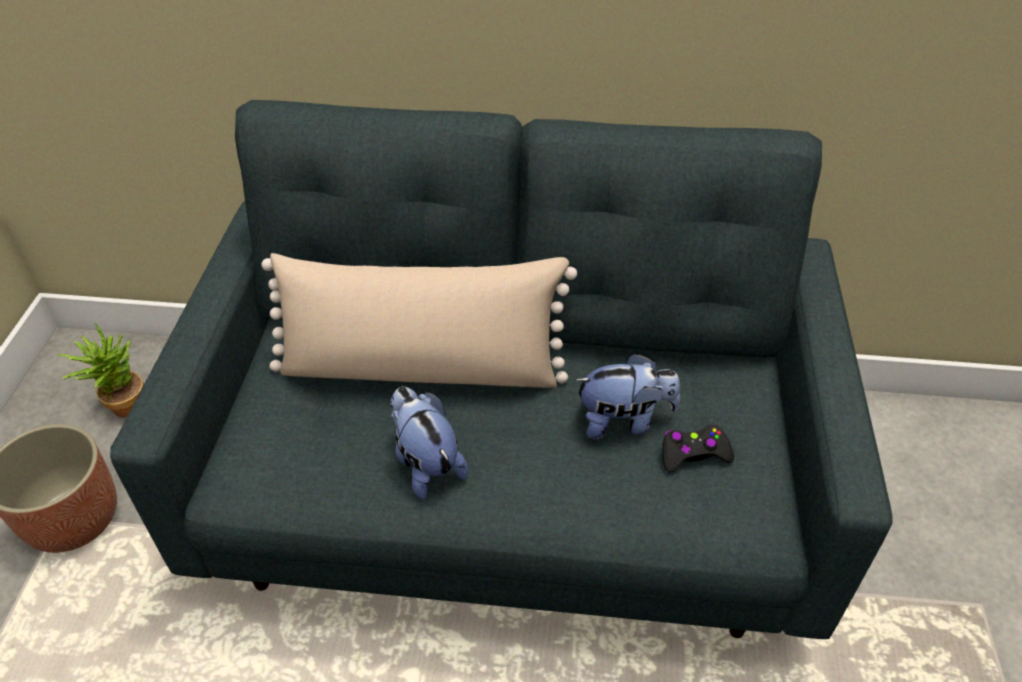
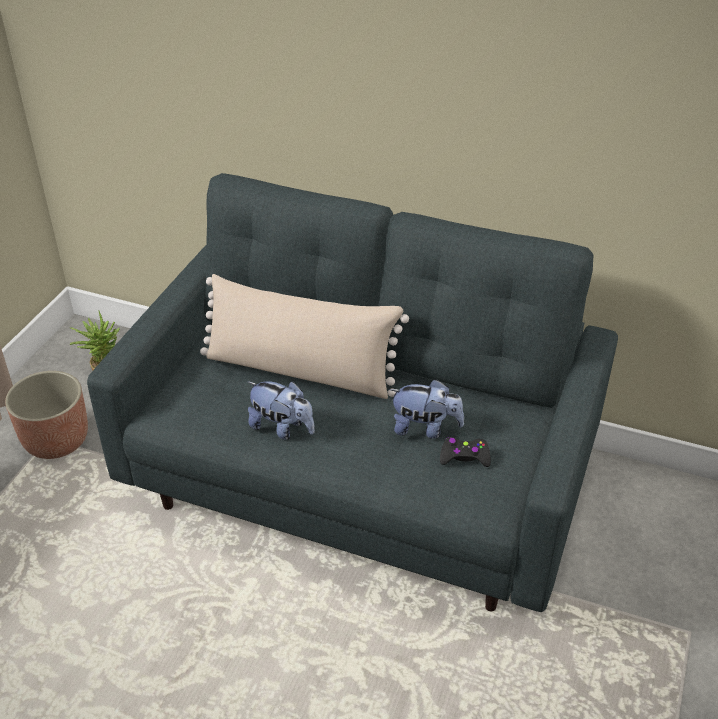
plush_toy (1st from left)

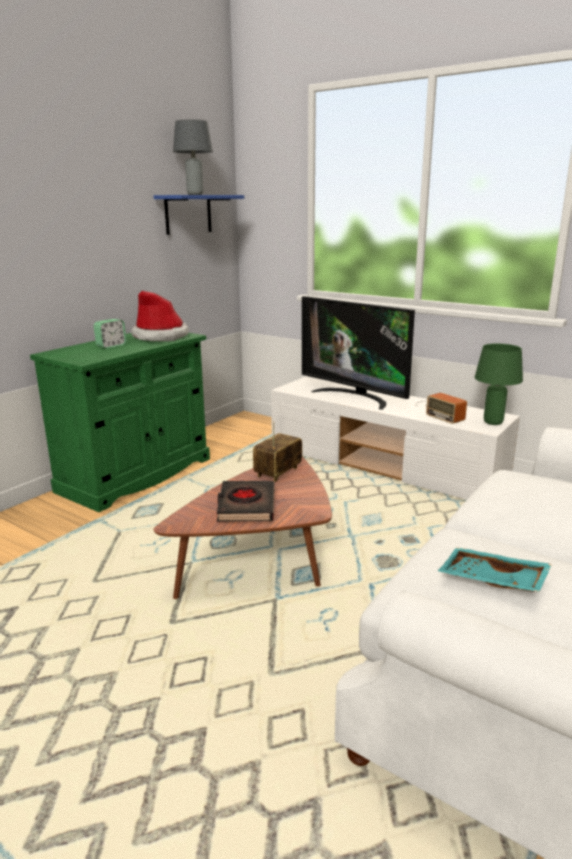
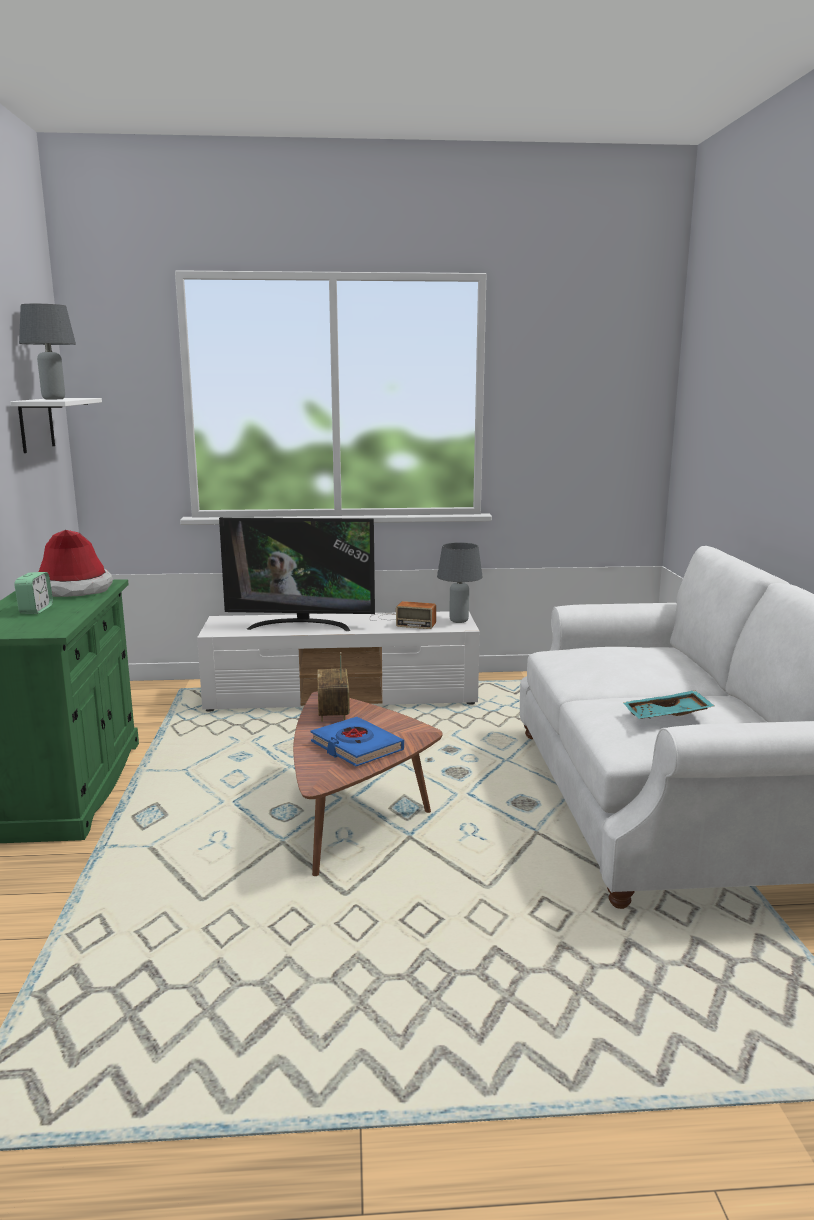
white_shelf; grey_table_lamp (2nd from left); blue_book

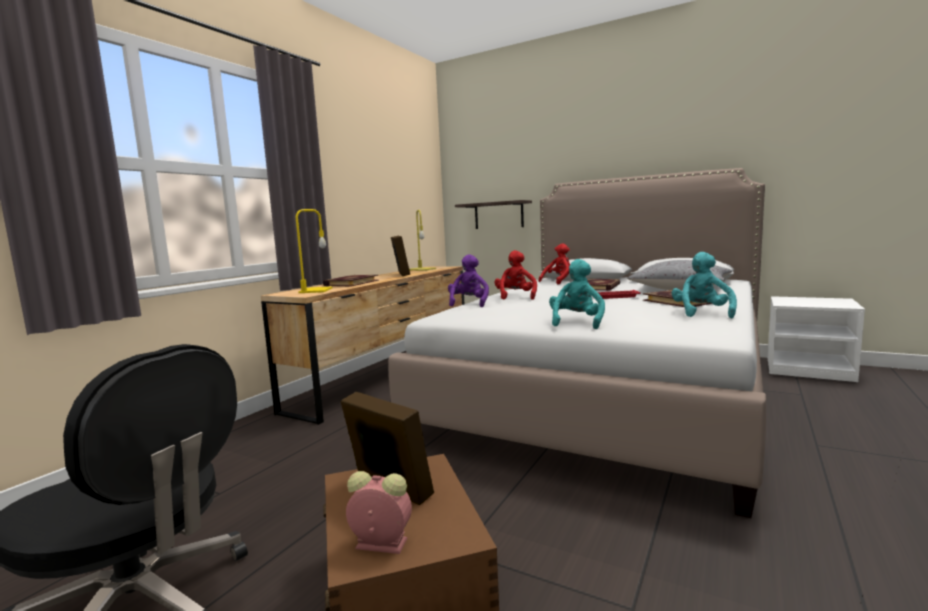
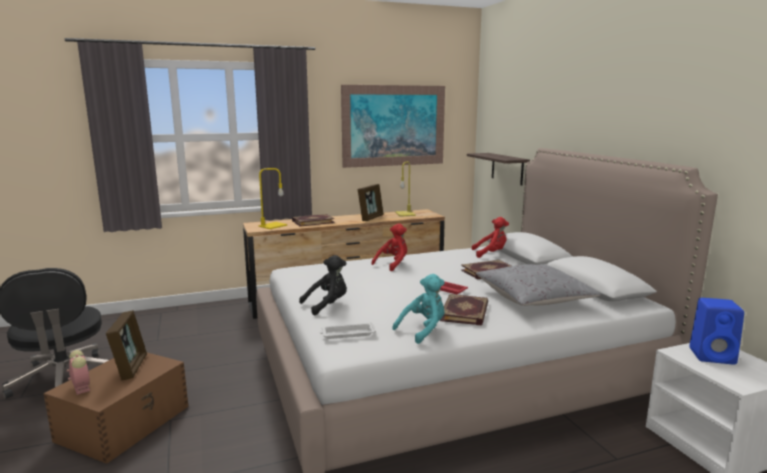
purple_plush_toy; black_plush_toy; picture; blue_speaker; white_tray

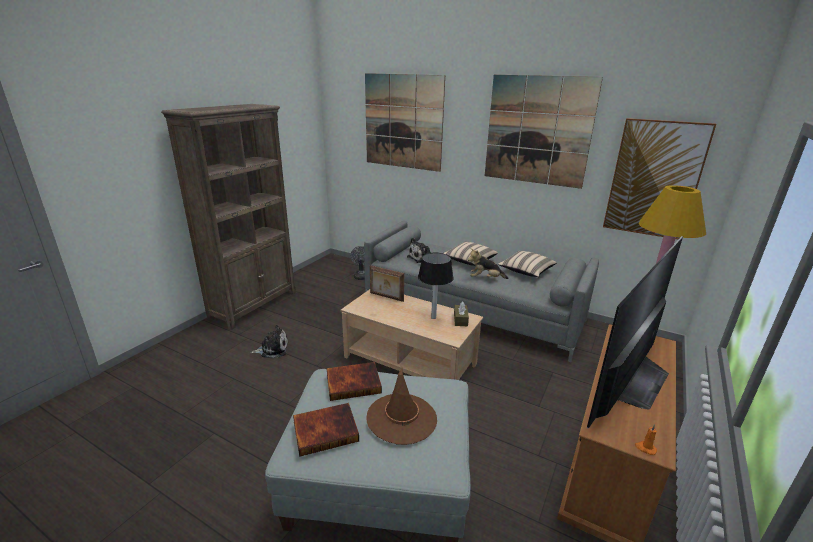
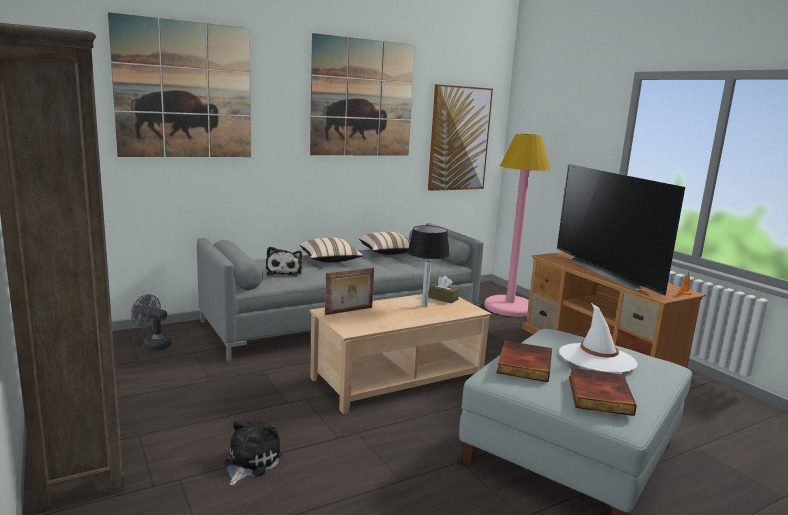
plush_toy (3rd from left in the first image); white_hat

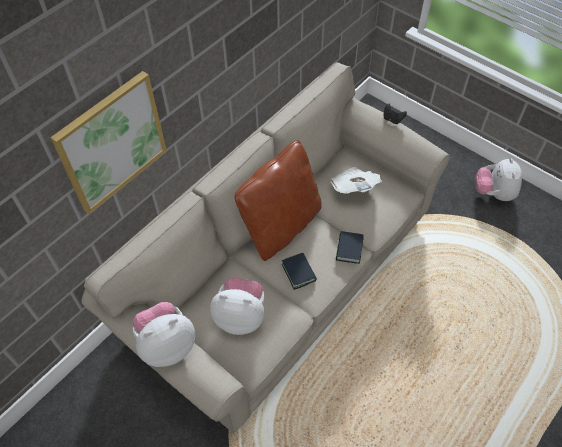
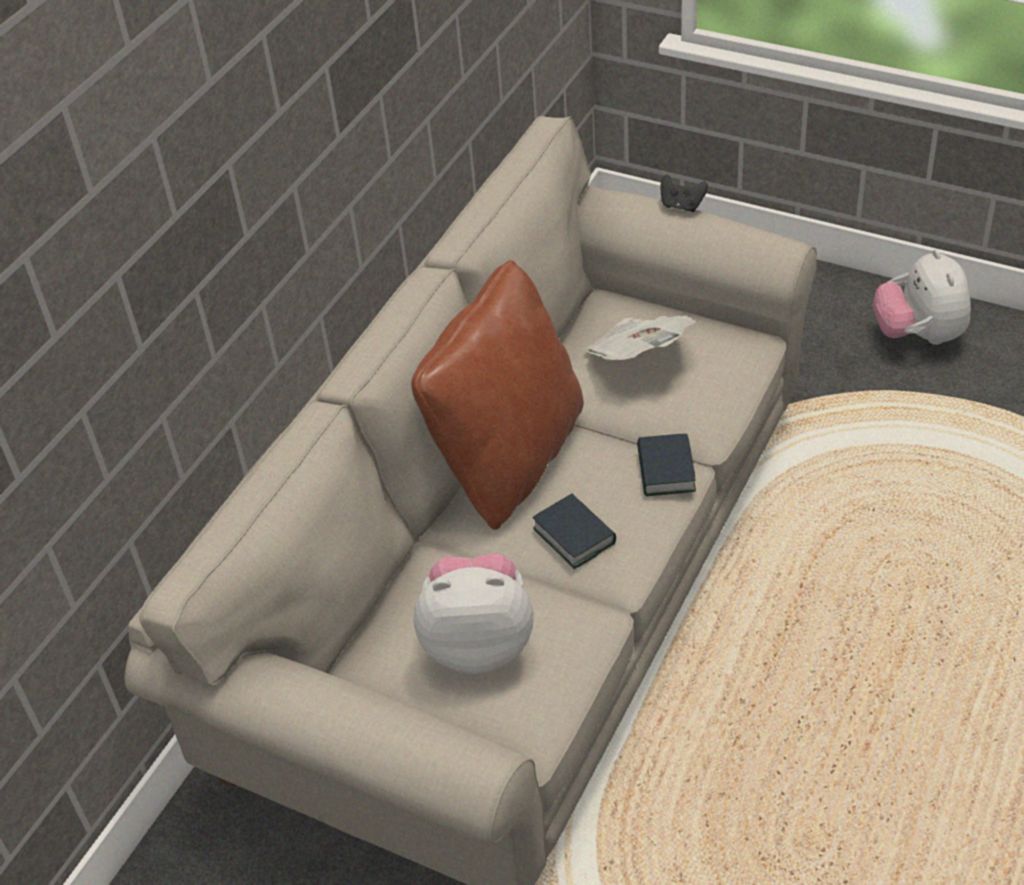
picture; plush_toy (1st from left in the first image)

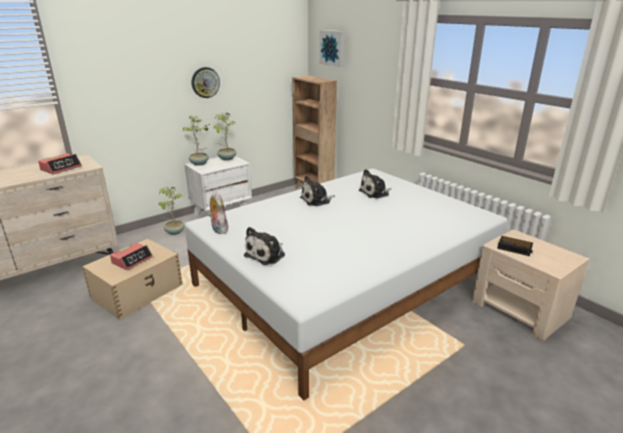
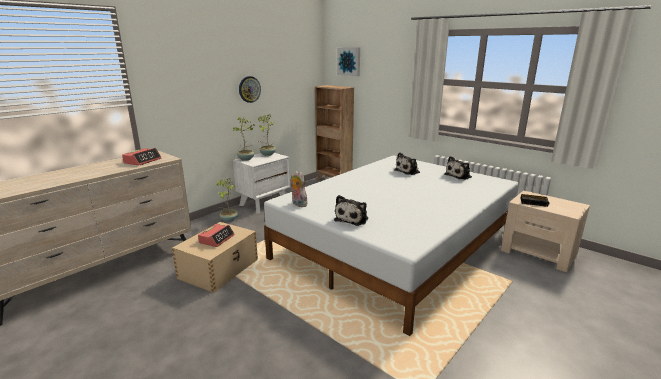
plush_toy (4th from left)

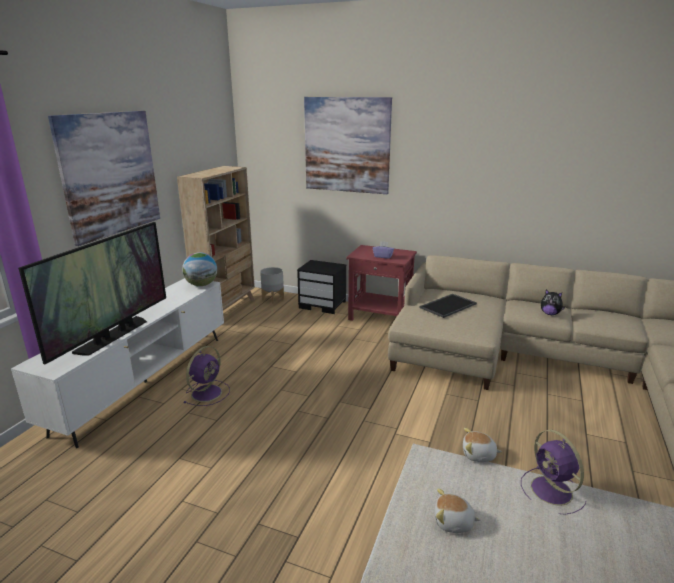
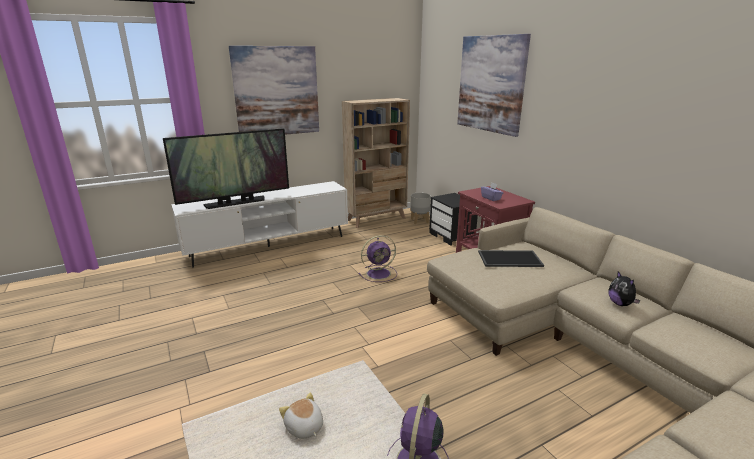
globe; purple_fan (1st from left); plush_toy (2nd from left in the first image)

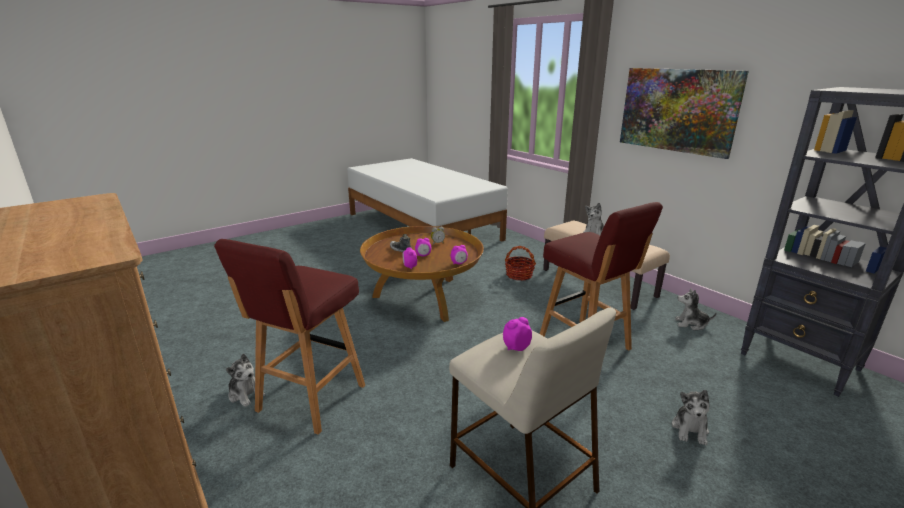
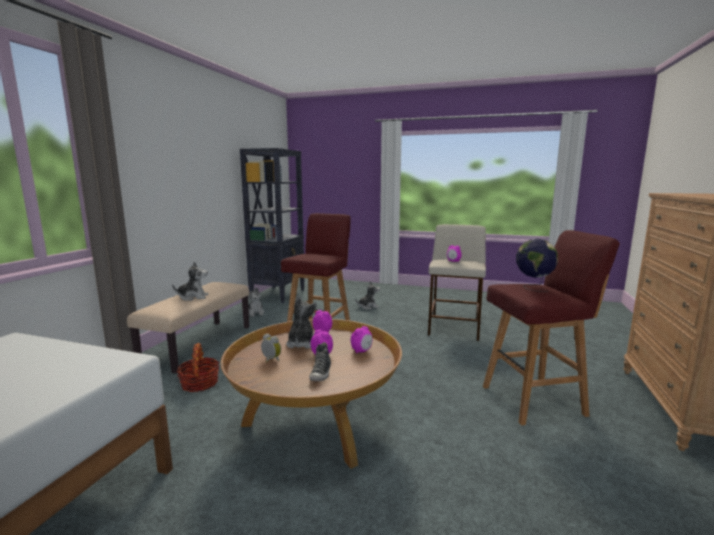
picture; plush_toy (3rd from left); globe

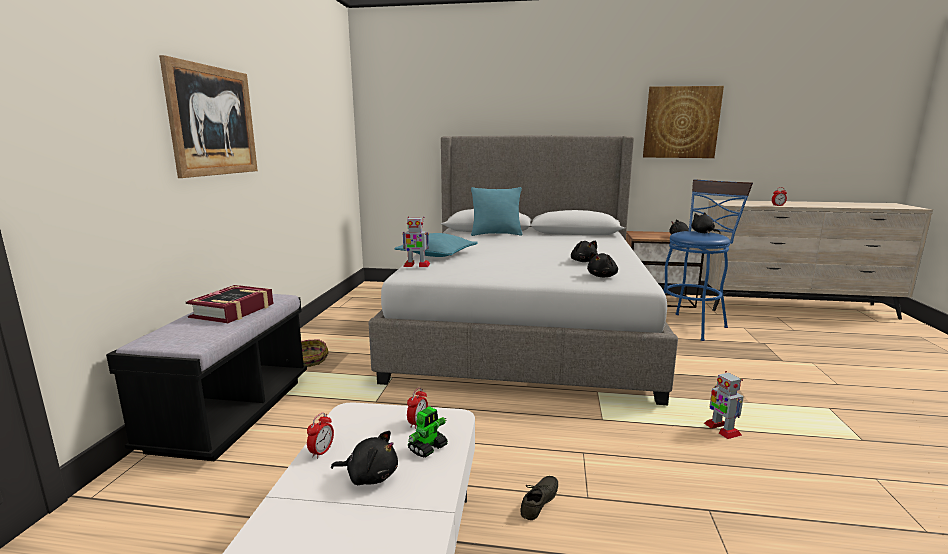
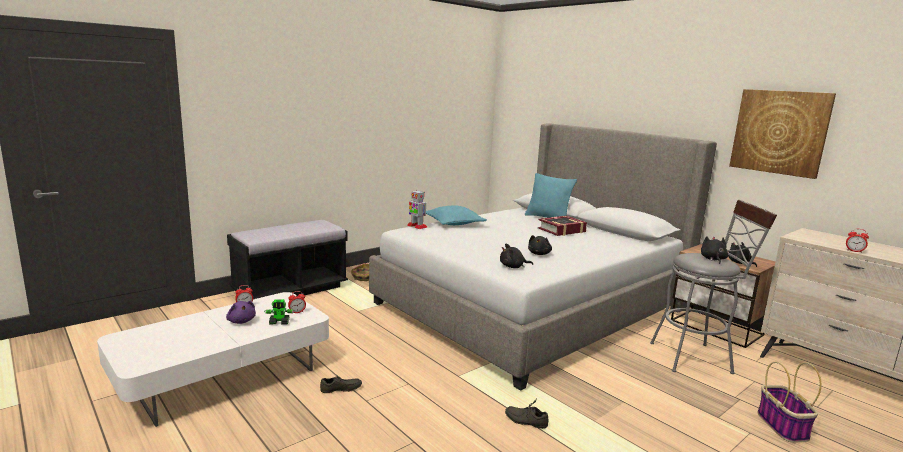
picture (1st from left in the first image); grey_stool; book; grey_shoe (2nd from left); purple_plush_toy; basket (2nd from left)

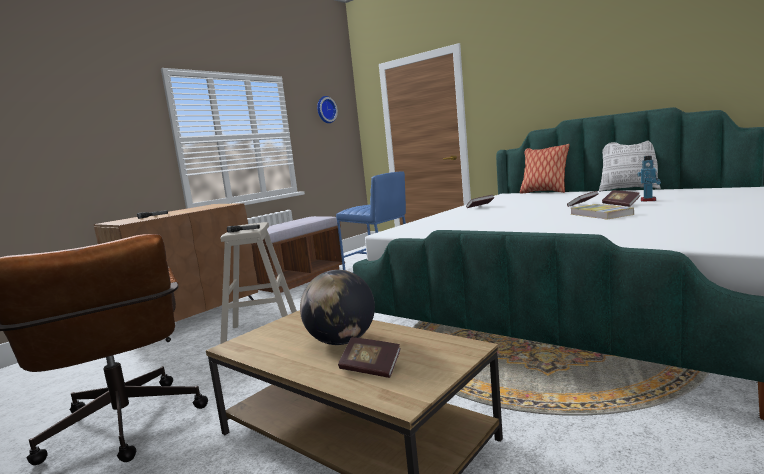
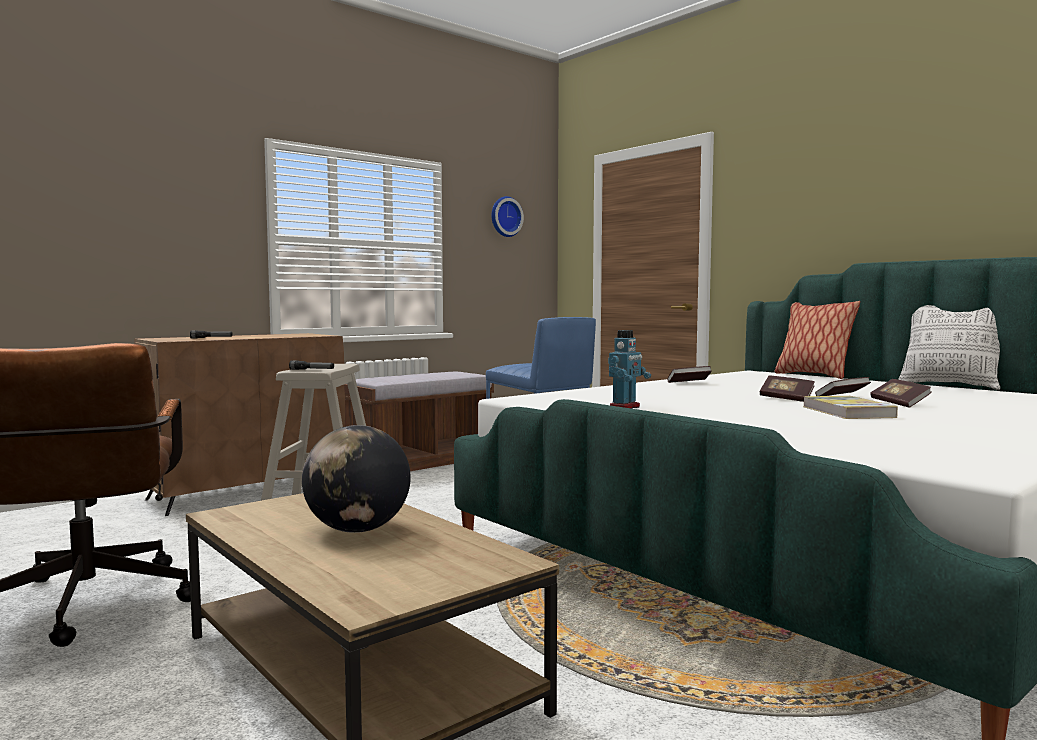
toy_robot; book (2nd from left)

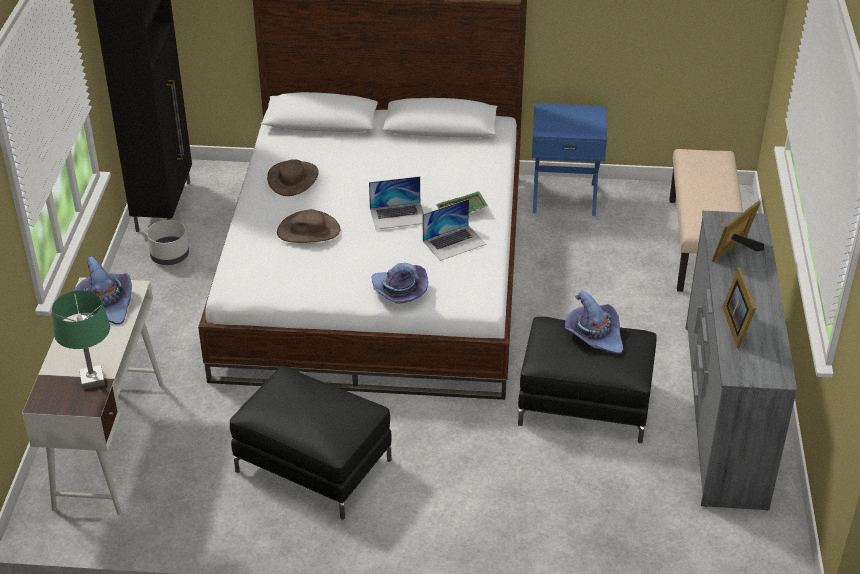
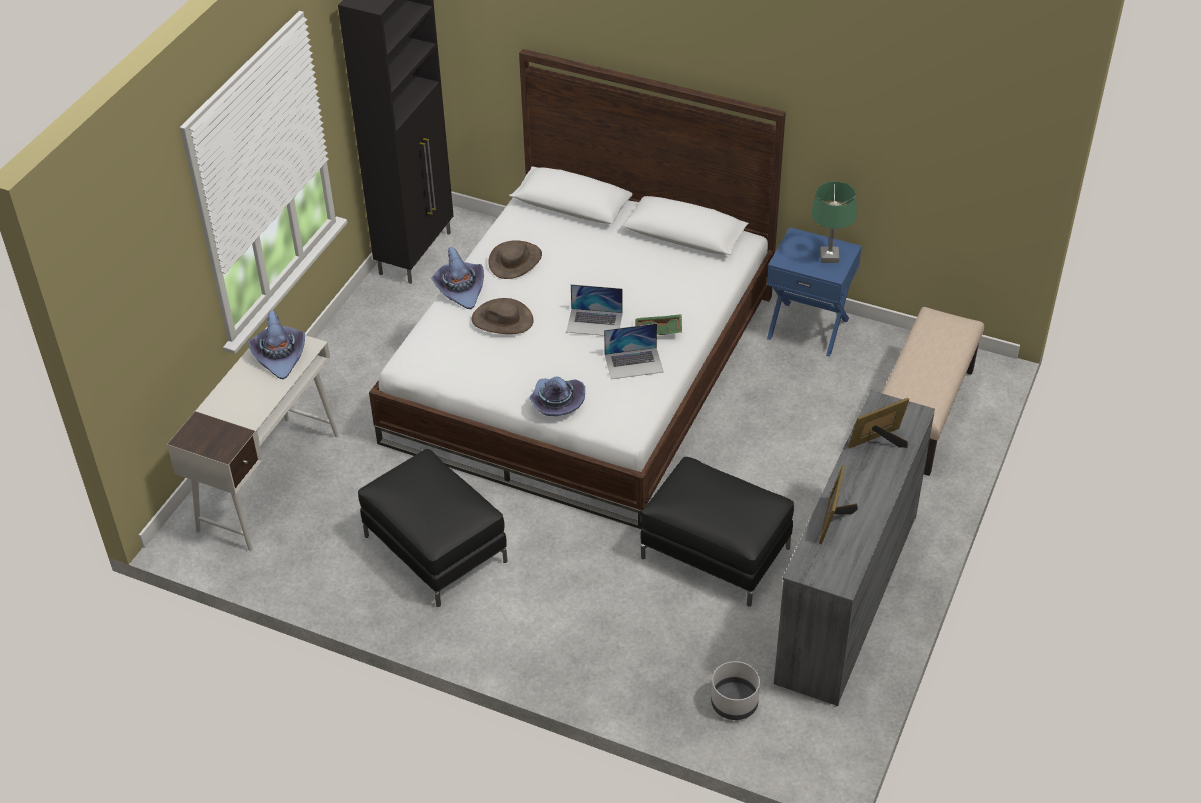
grey_planter; green_table_lamp; purple_hat (2nd from left)

